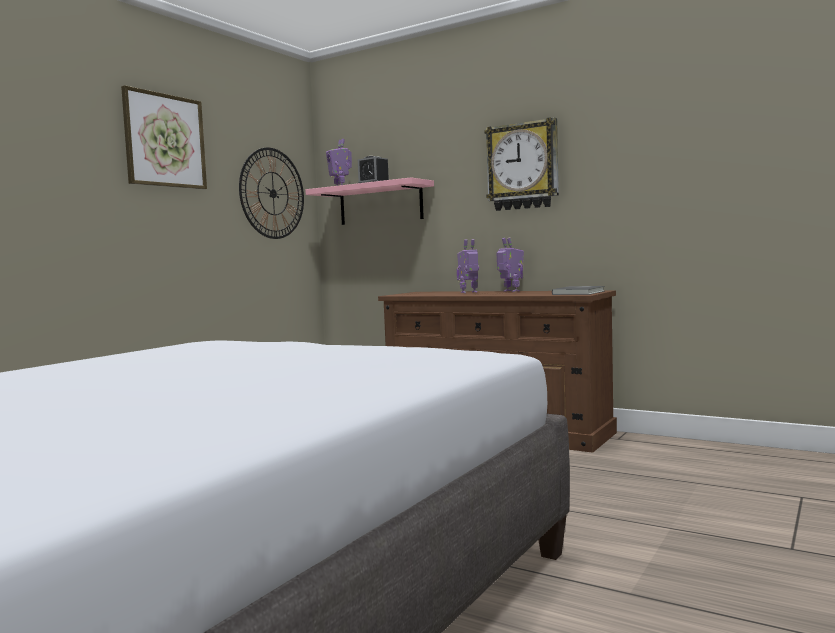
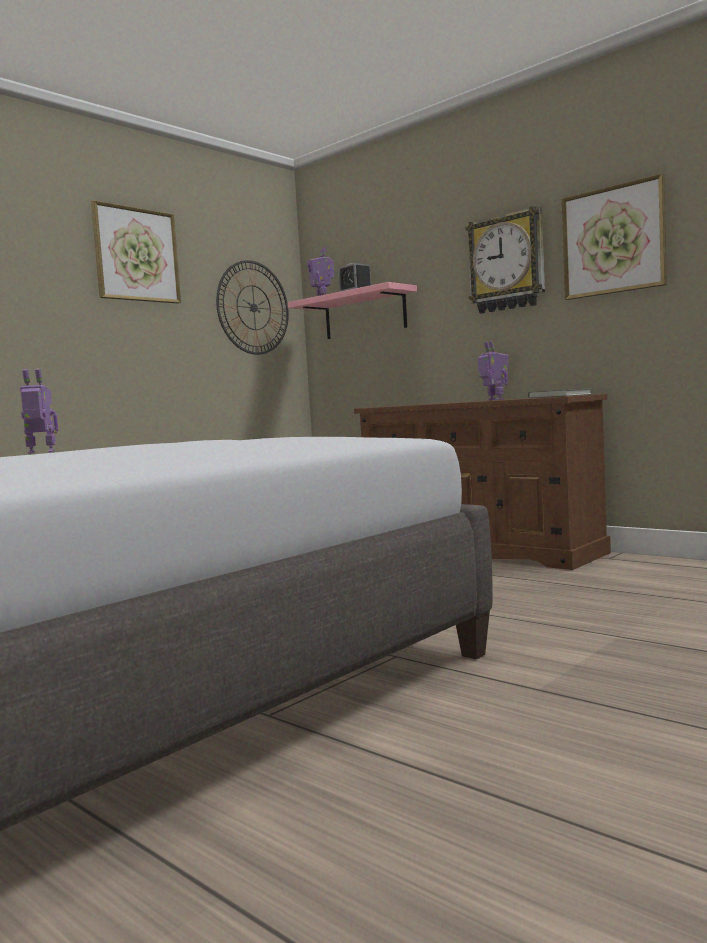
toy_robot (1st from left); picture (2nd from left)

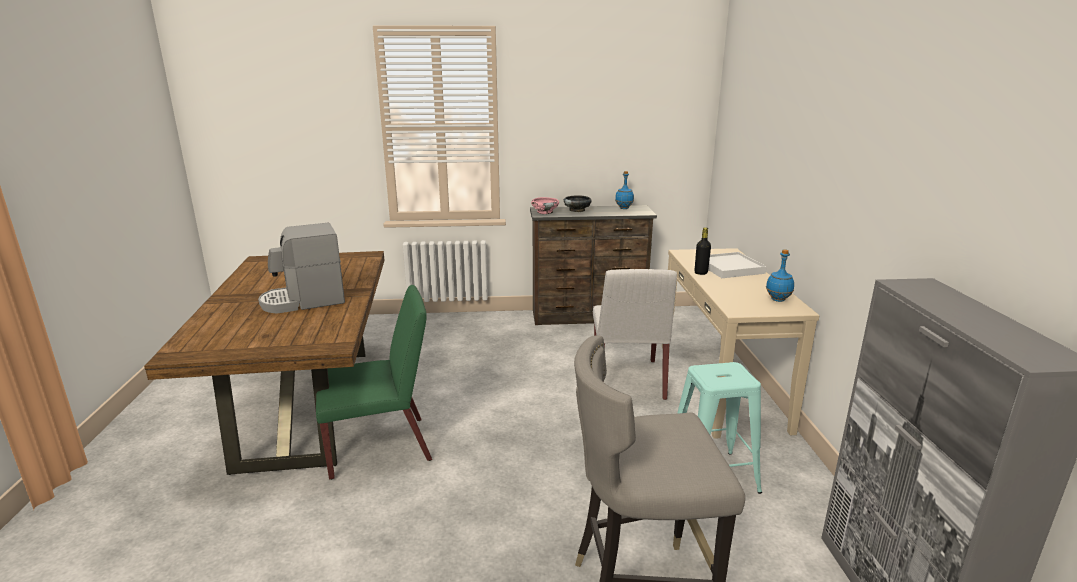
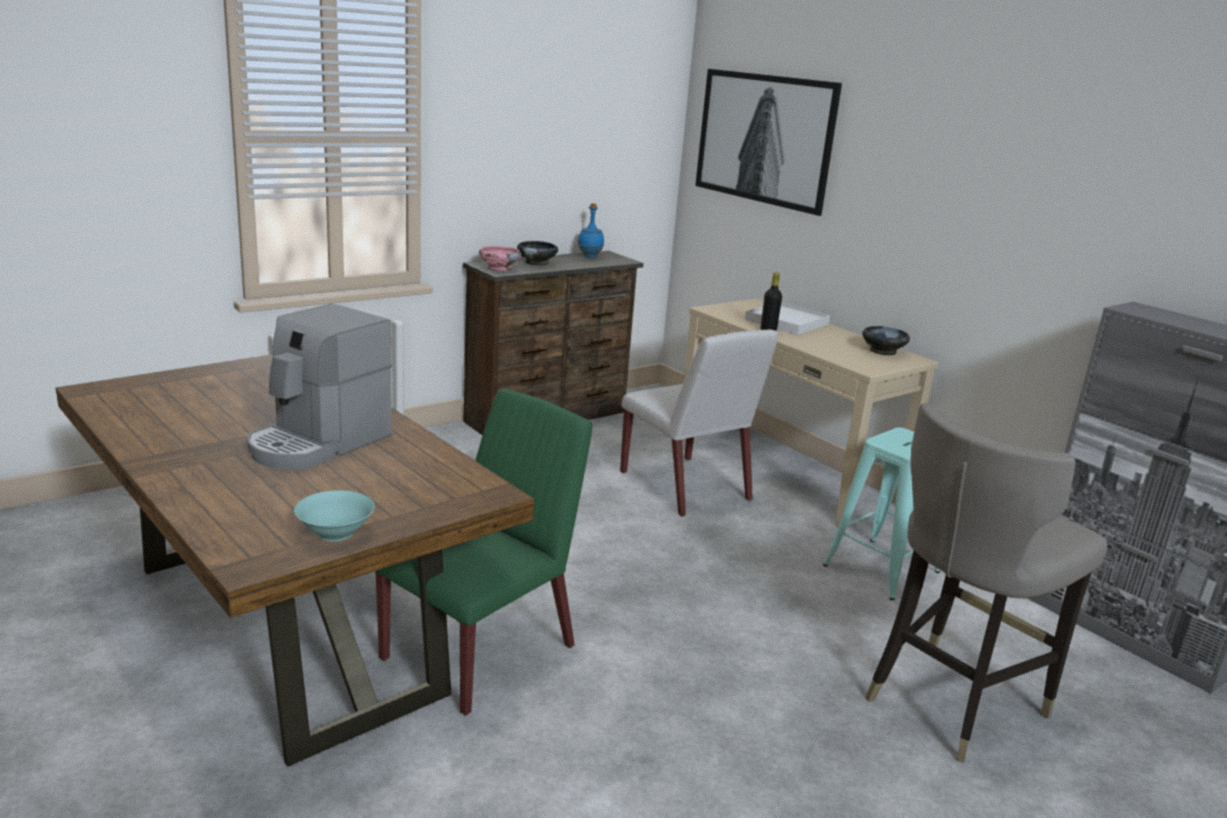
black_bowl (2nd from left); picture; turquoise_bowl

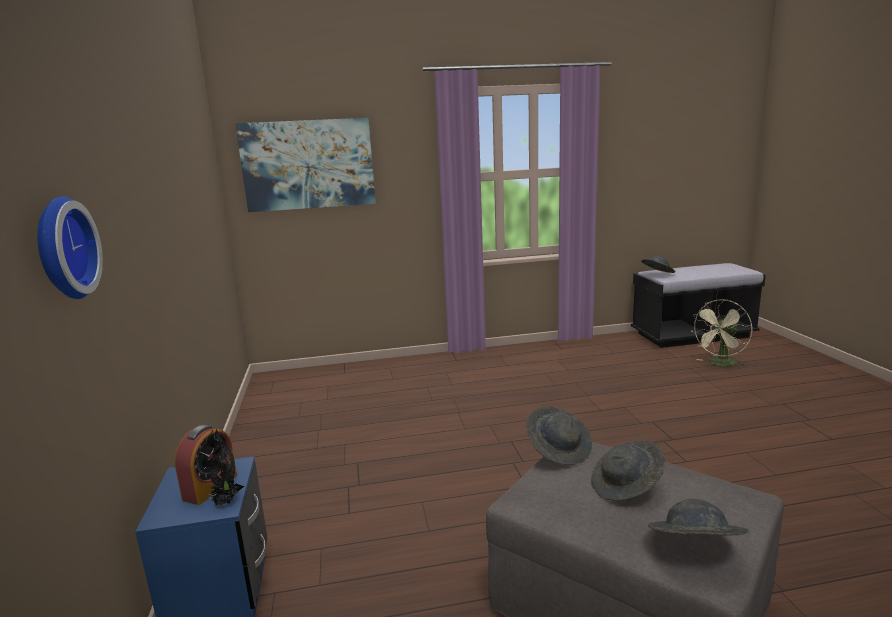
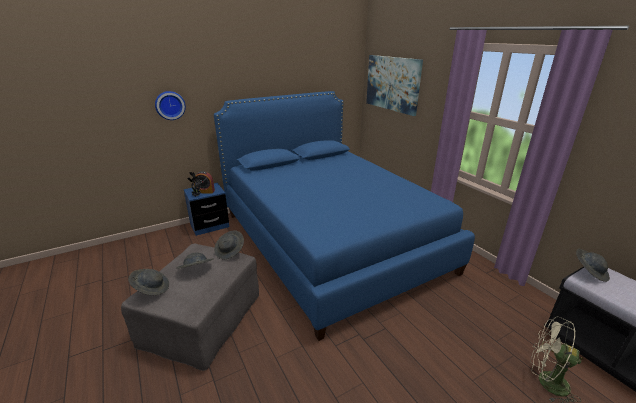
blue_bed

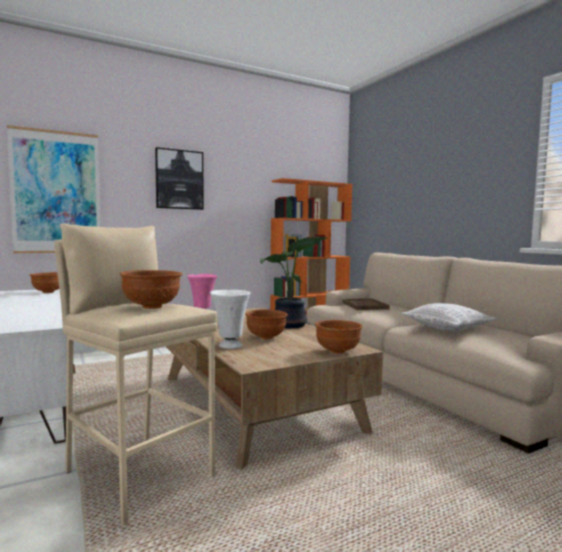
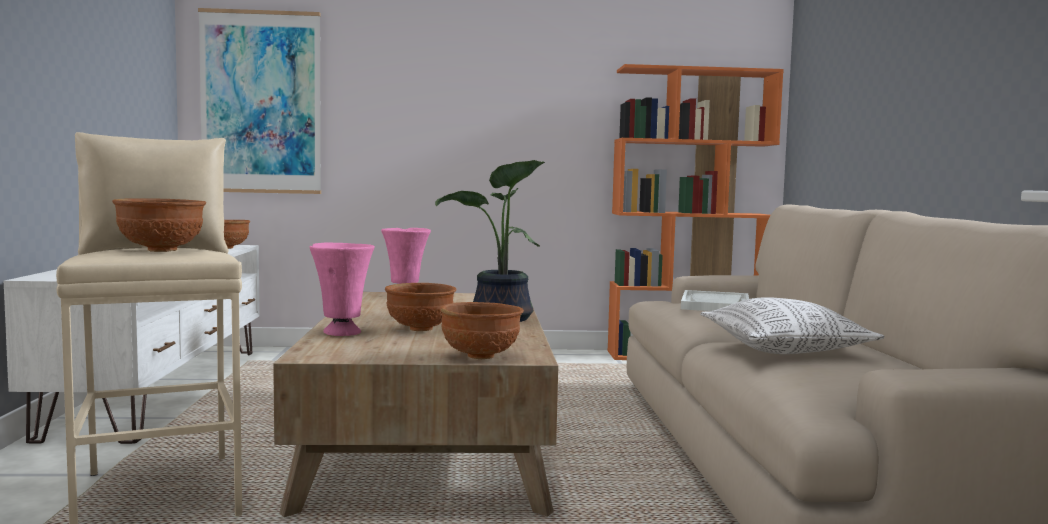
picture (2nd from left in the first image); pink_vase (1st from left); white_tray

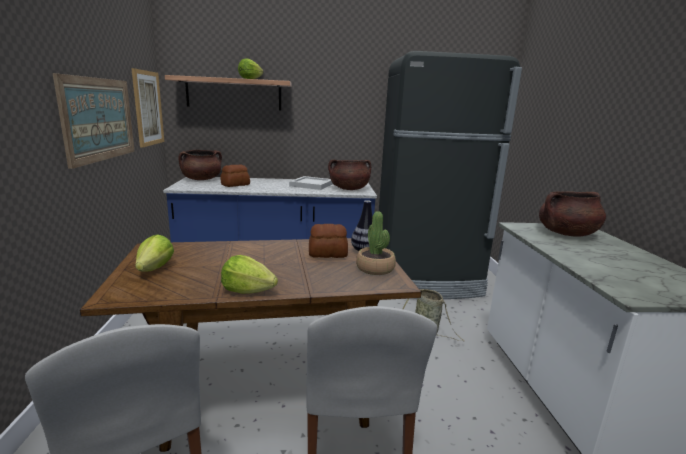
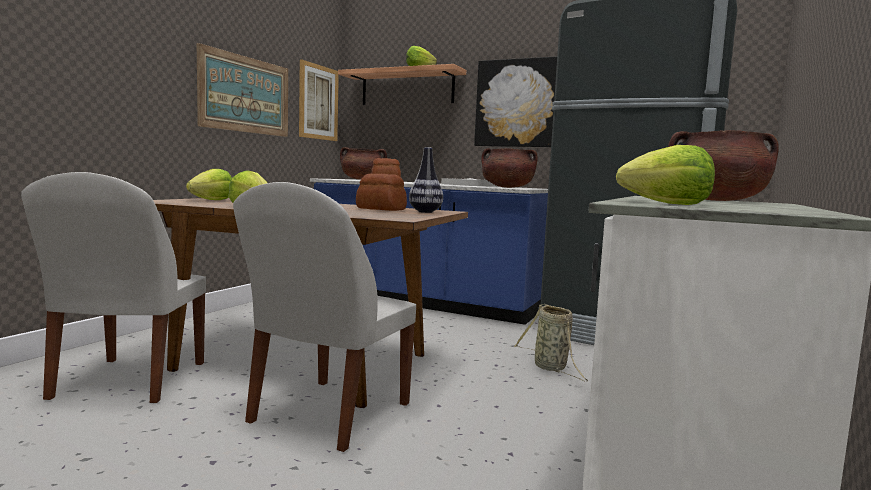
potted_plant; picture (3rd from left); lettuce (4th from left)

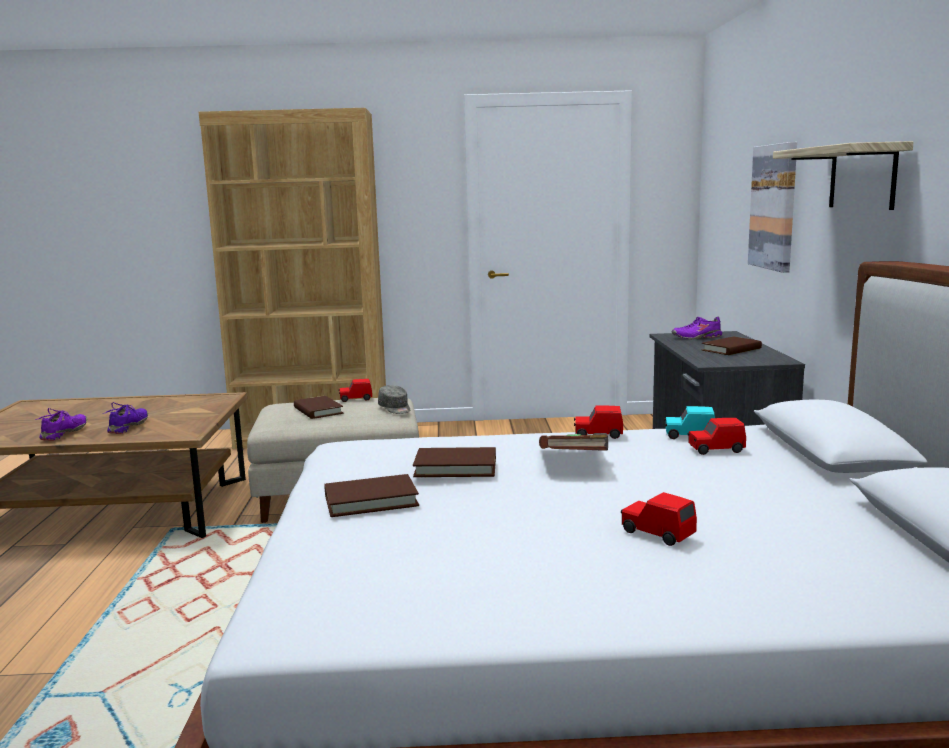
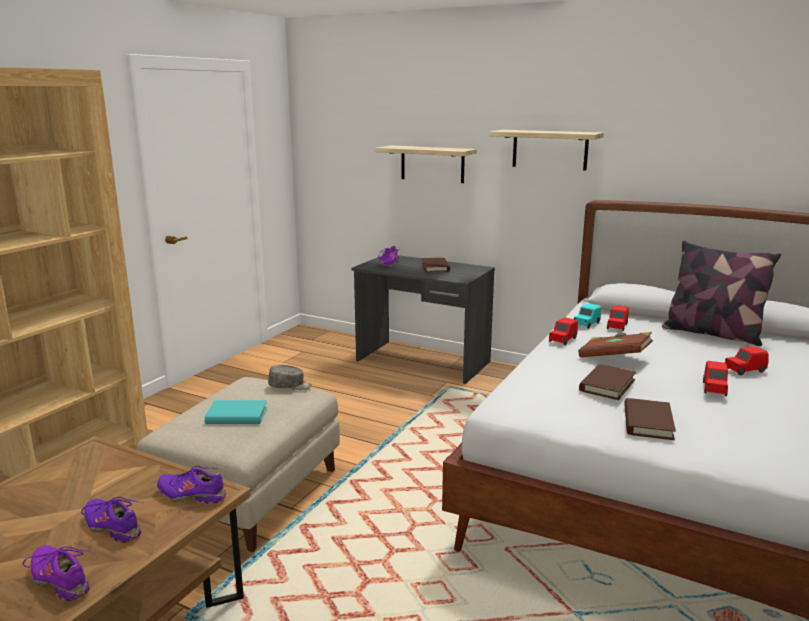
shelf (1st from left); red_toy_car (3rd from left); turquoise_book; pillow; purple_shoe (3rd from left)

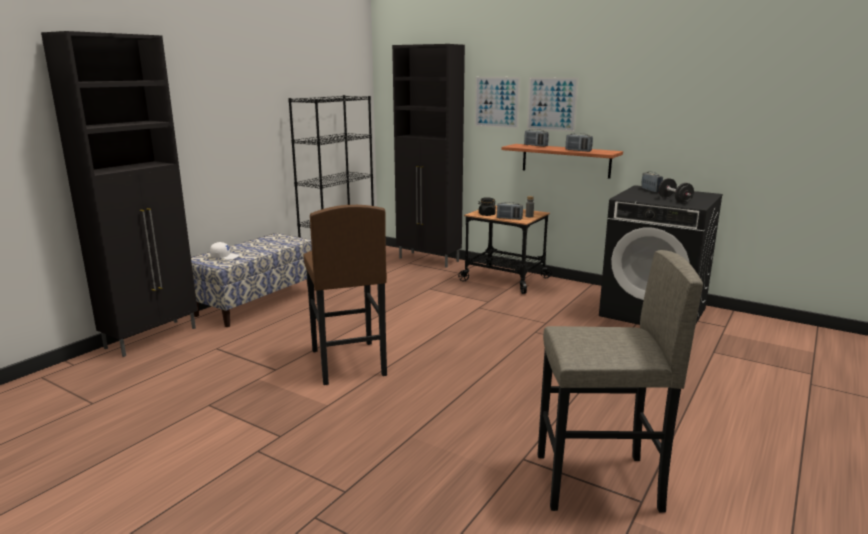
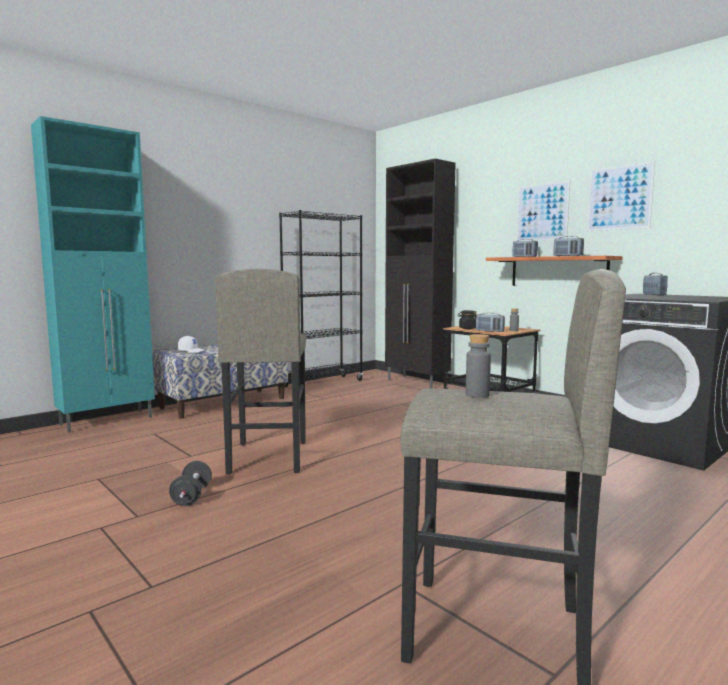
turquoise_cabinet; picture (2nd from left); black_dumbbell; grey_stool (1st from left); grey_bottle (1st from left)

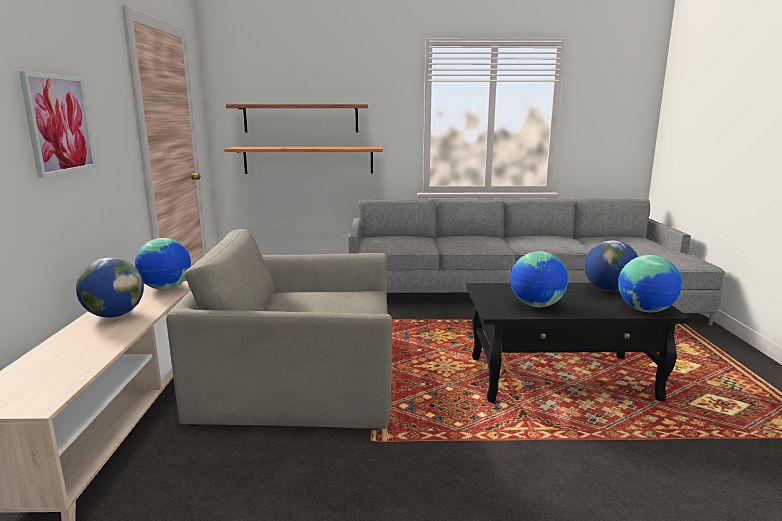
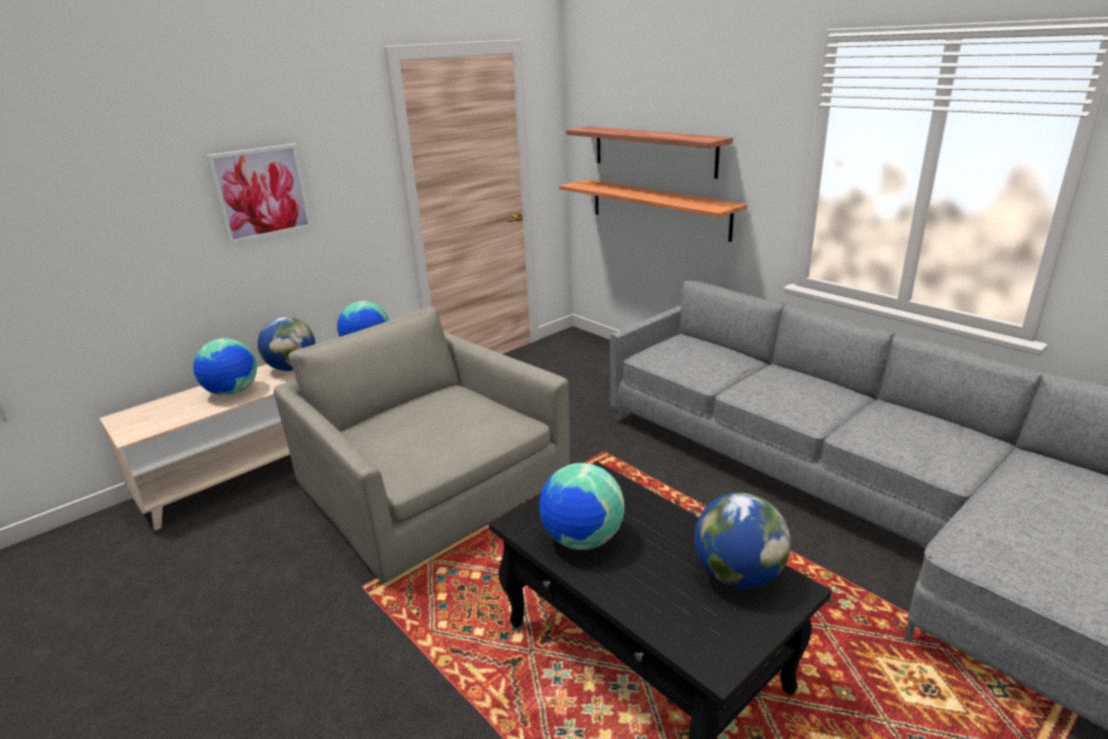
globe (1st from left)

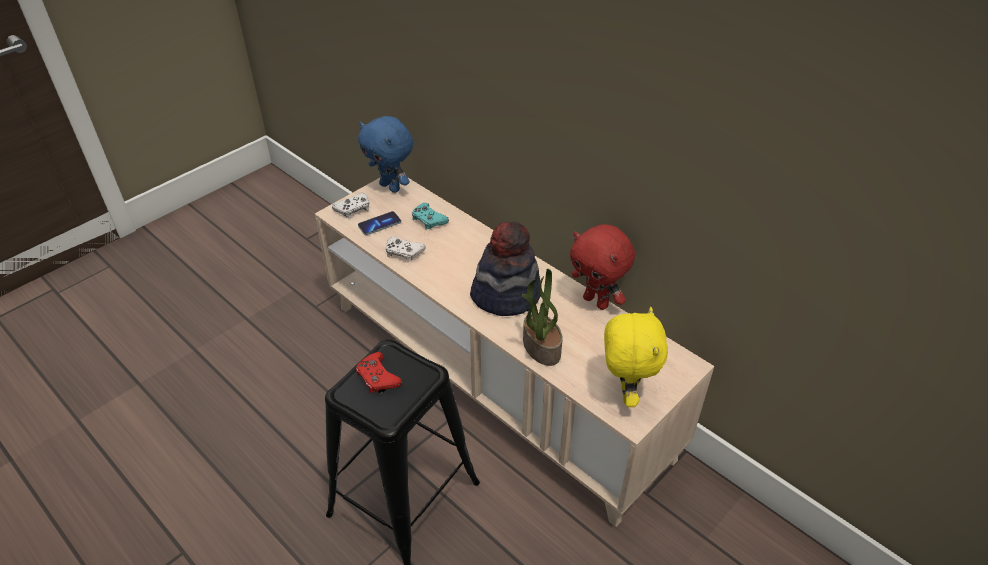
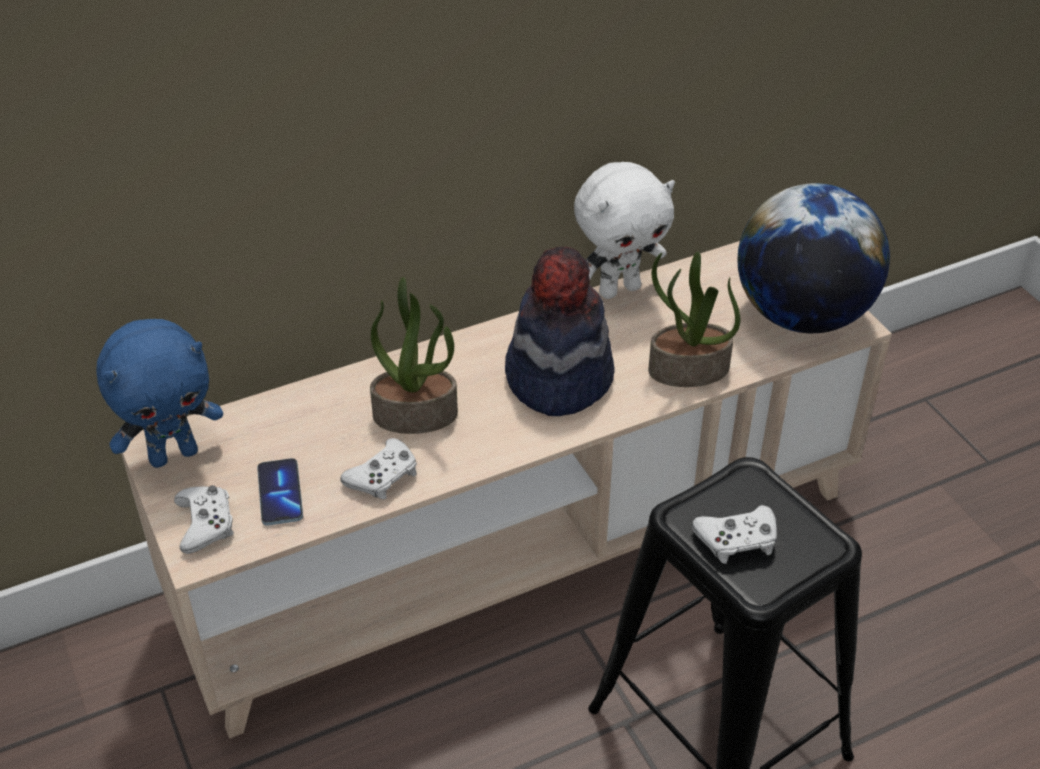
turquoise_game_controller; white_plush_toy; globe; white_game_controller (3rd from left); potted_plant (1st from left)

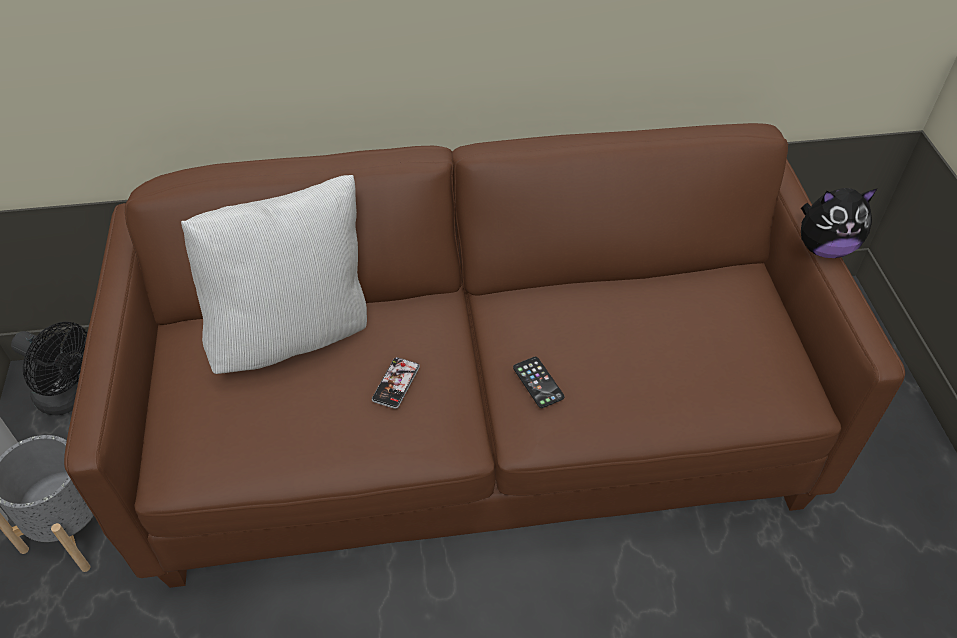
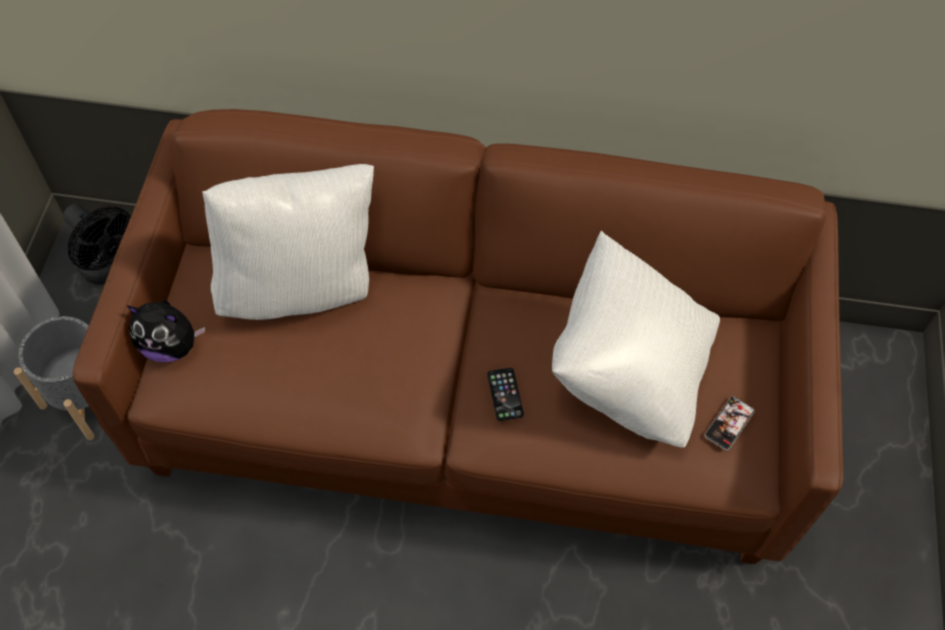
plush_toy; phone (2nd from left); white_pillow (2nd from left)

